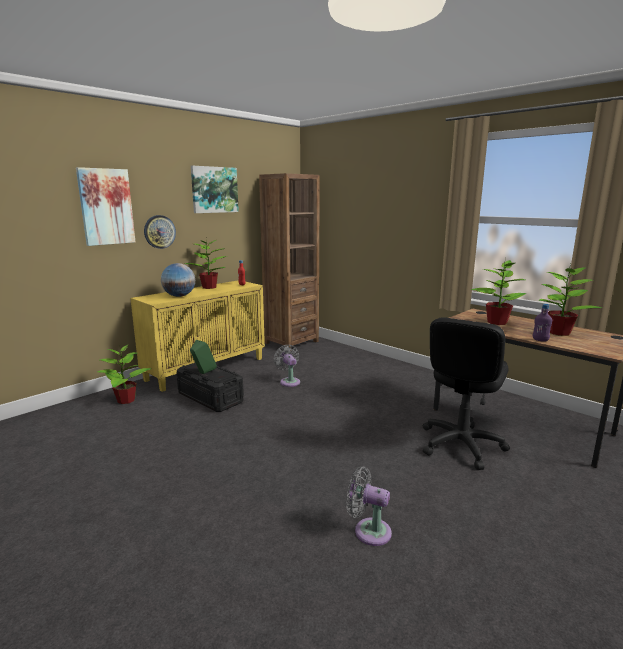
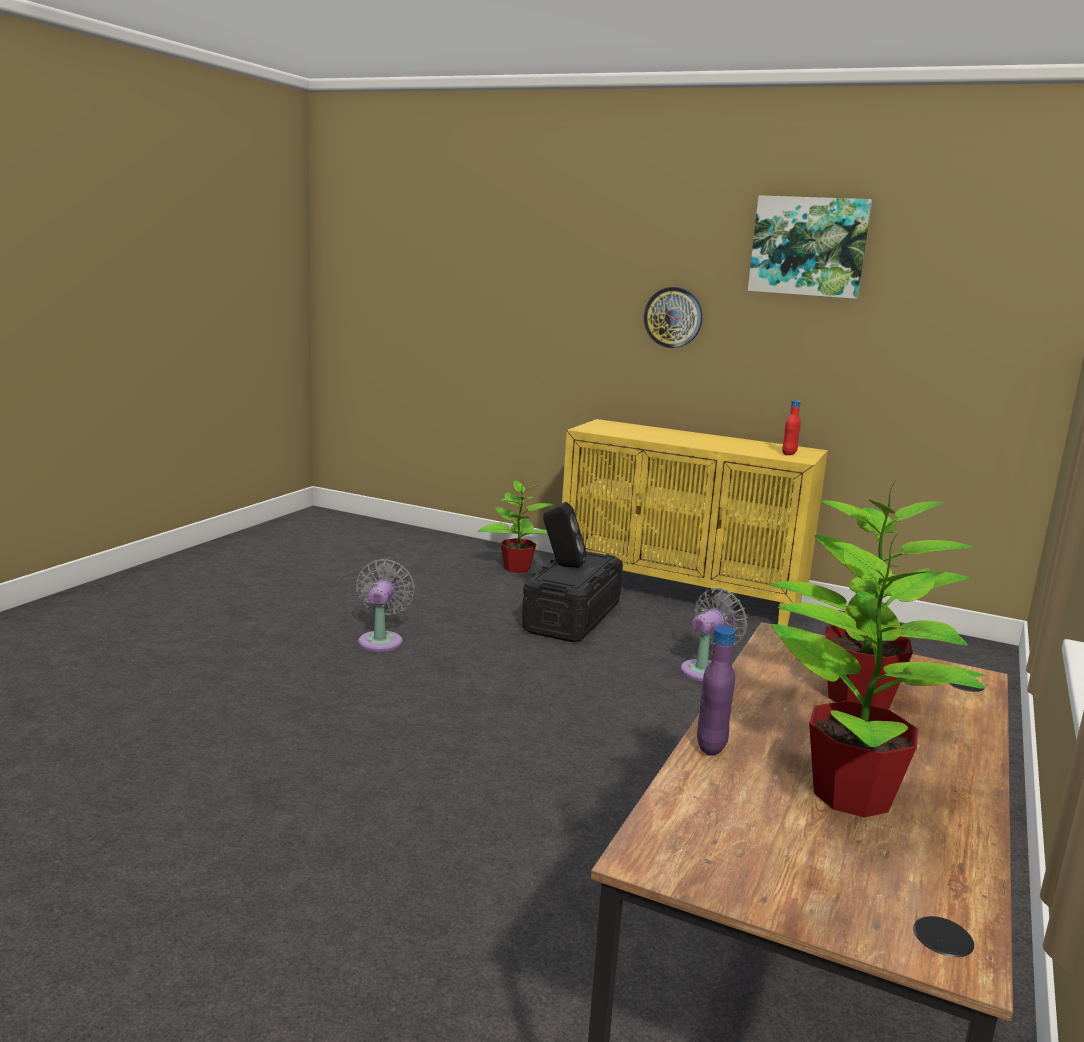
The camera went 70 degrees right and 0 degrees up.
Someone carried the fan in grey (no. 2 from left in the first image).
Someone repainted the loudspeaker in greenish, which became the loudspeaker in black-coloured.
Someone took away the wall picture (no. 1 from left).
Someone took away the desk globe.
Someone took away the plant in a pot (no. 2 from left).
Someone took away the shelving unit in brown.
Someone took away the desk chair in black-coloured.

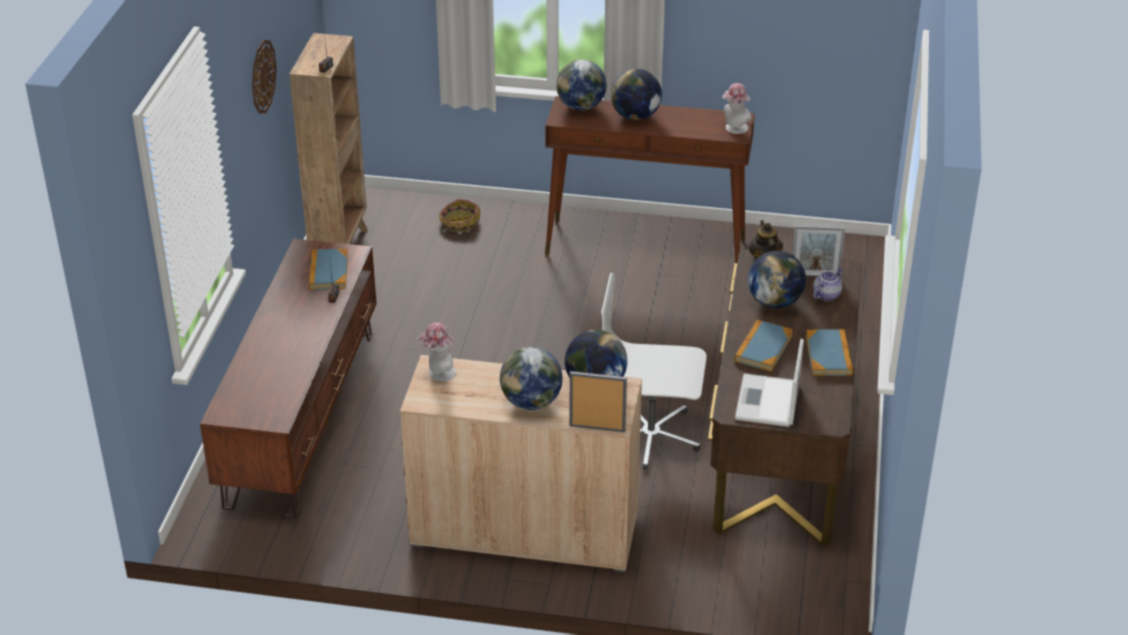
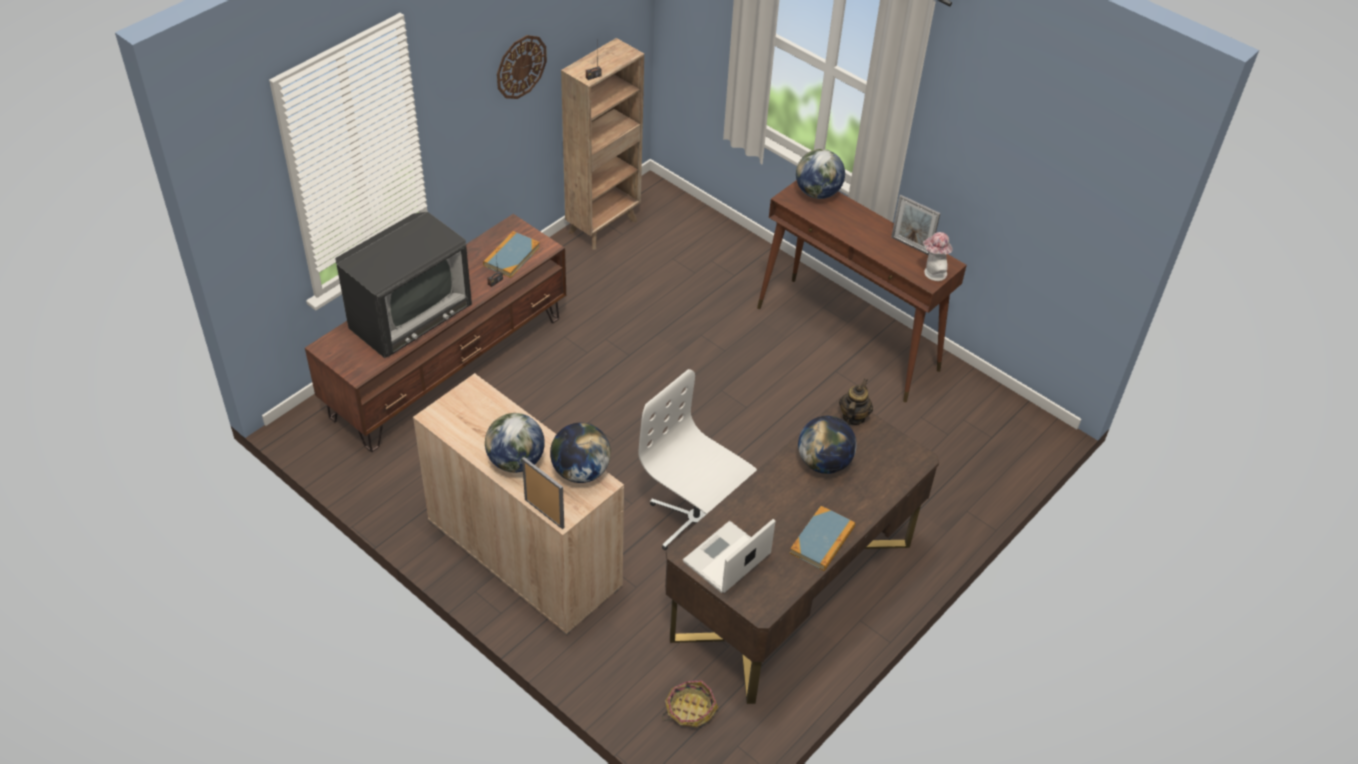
The camera went 30 degrees right and 10 degrees up.
Someone put down the television.
Someone carried the storage basket.
Someone carried the picture frame (no. 2 from left).
Someone took away the wearable hat (no. 1 from left).
Someone took away the desk globe (no. 4 from left).
Someone took away the bound book (no. 2 from left).
Someone took away the teapot (no. 2 from left).

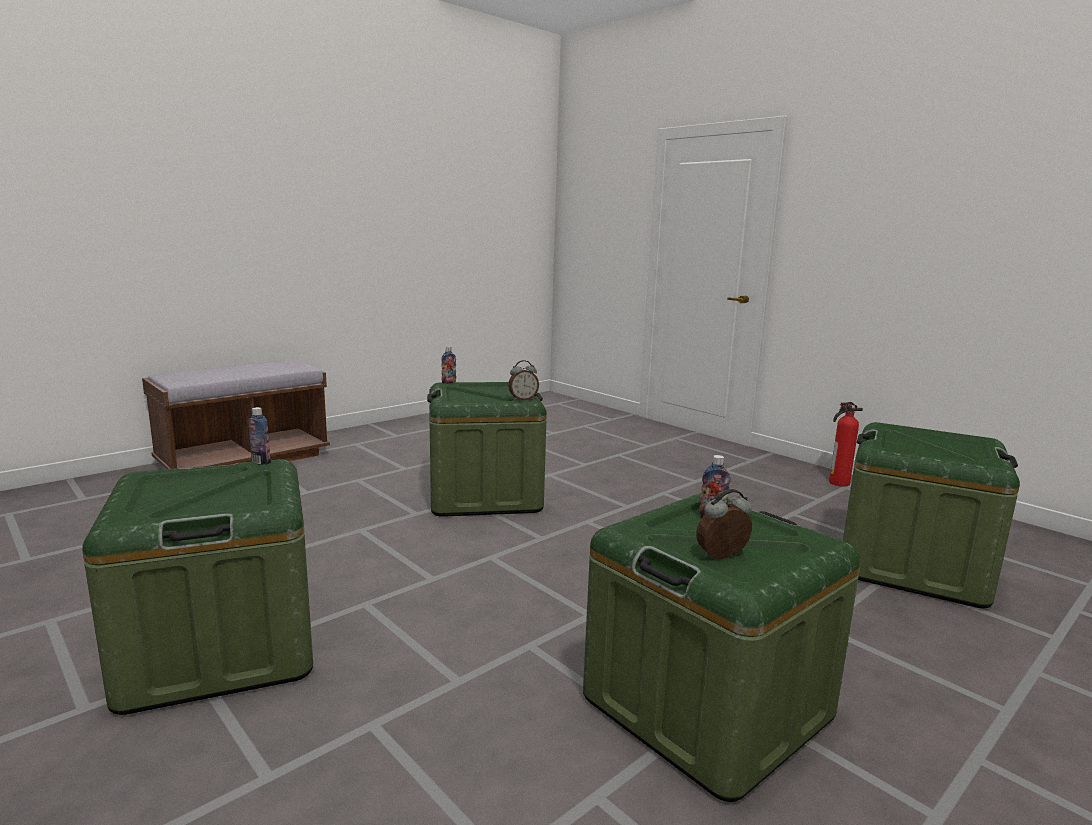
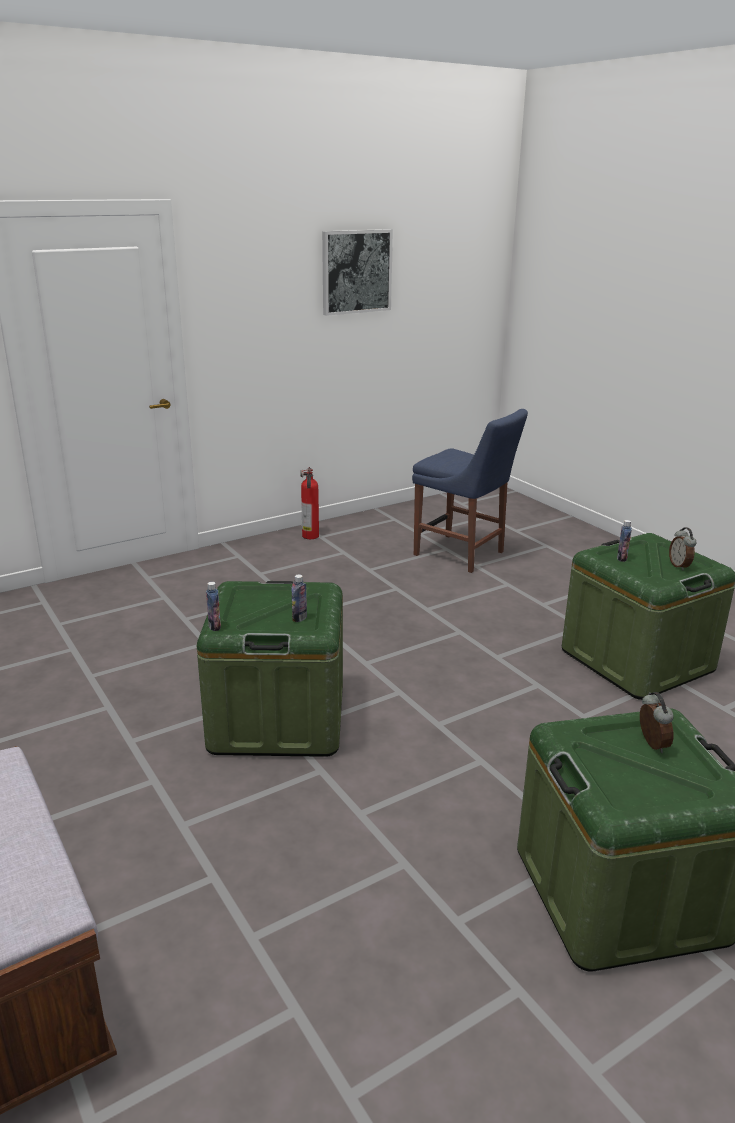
The camera went 80 degrees left and 10 degrees up.
Someone carried the beverage bottle (no. 1 from left in the first image).
Someone put up the wall picture.
Someone swapped the storage box in greenish (no. 4 from left) for the upright chair in bluish.
Someone carried the table clock (no. 1 from left).

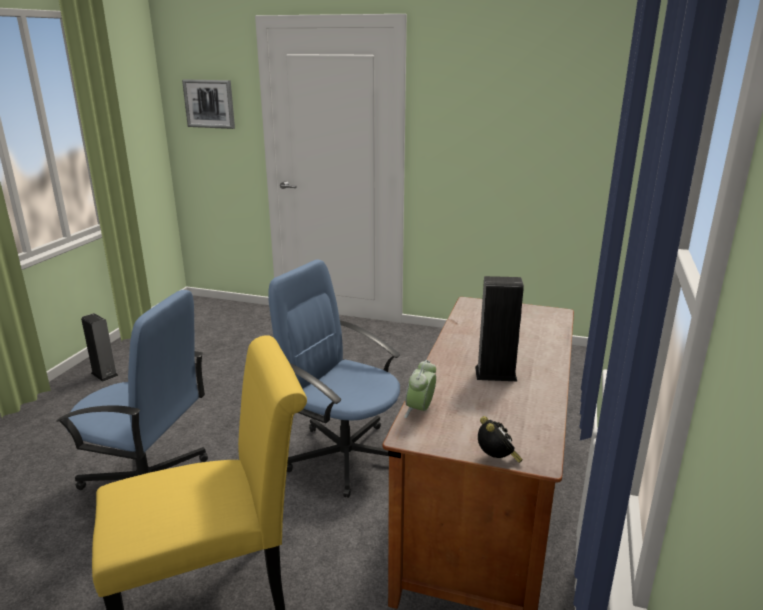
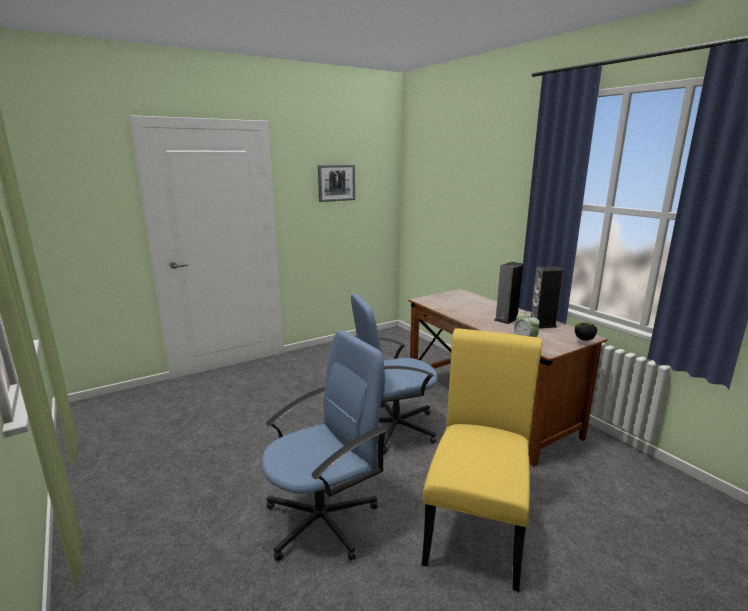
The camera went 50 degrees left and 5 degrees down.
Someone carried the wall picture.
Someone carried the loudspeaker (no. 1 from left in the first image).

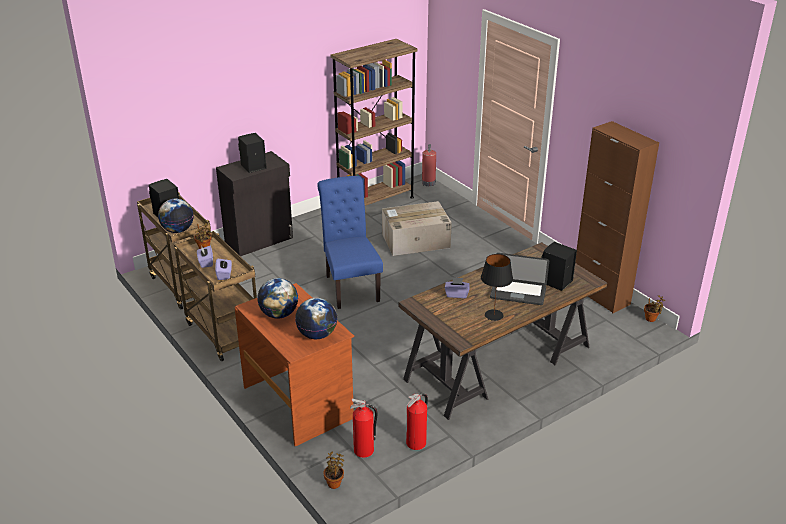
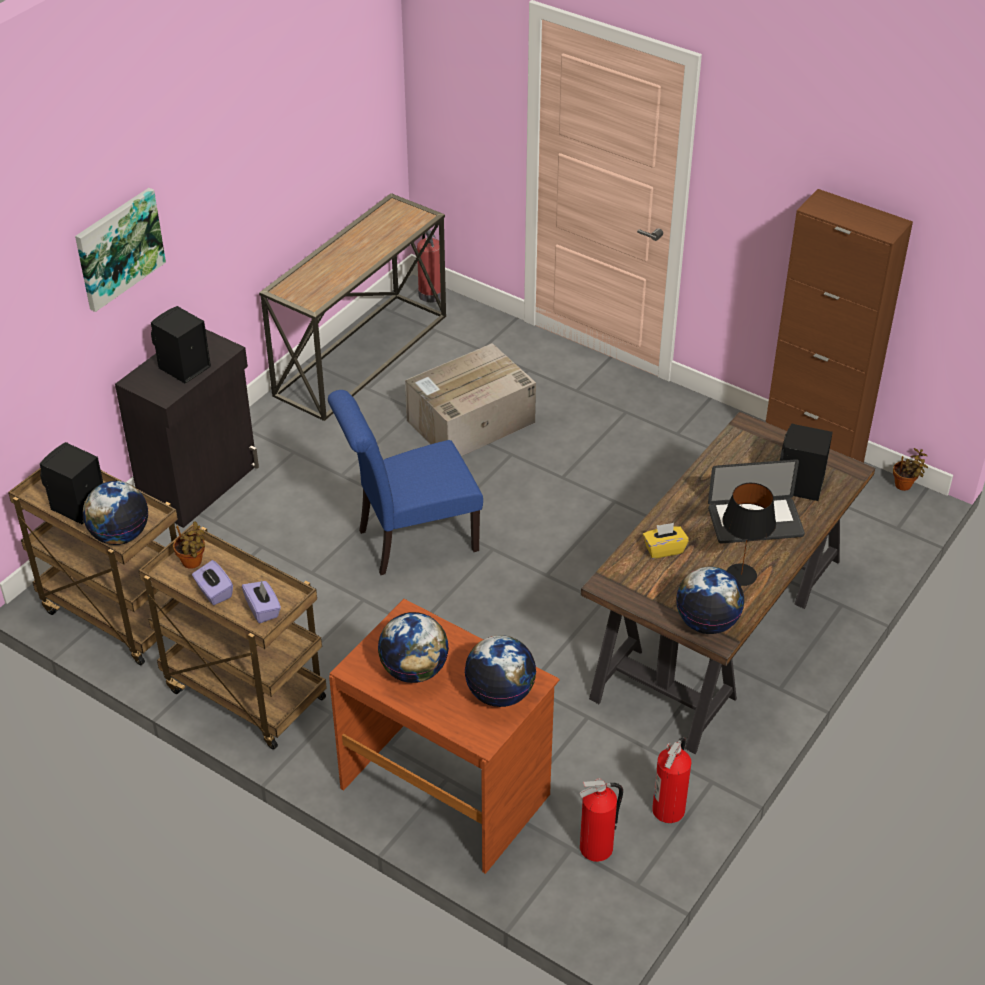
The camera went 20 degrees left and 10 degrees up.
Someone put up the wall picture.
Someone swapped the shelving unit in brown for the console table.
Someone rotated the upright chair in bluish by 75 degrees counterclockwise.
Someone repainted the tissue box in purple (no. 3 from left), which became the tissue box in yellowish.
Someone put down the desk globe (no. 4 from left).
Someone took away the plant in a pot (no. 2 from left).

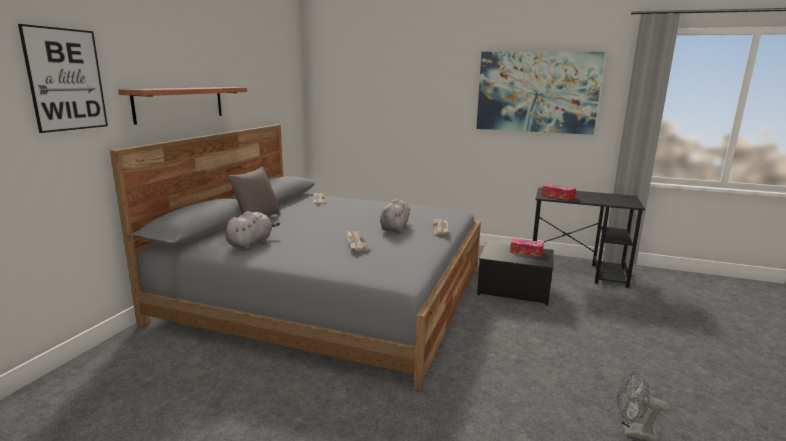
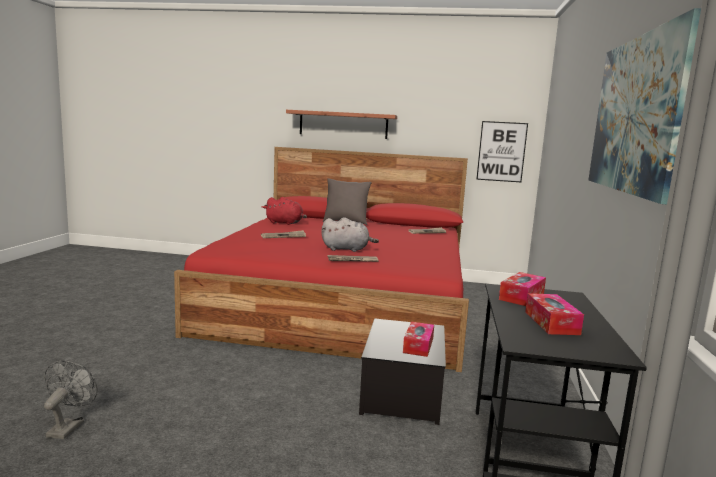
The camera went 80 degrees right and 5 degrees down.
Someone repainted the sleeping bed in grey, which became the sleeping bed in red.
Someone repainted the plush toy in grey (no. 1 from left), which became the plush toy in red.
Someone carried the wall picture (no. 1 from left).
Someone put down the tissue box (no. 3 from left).

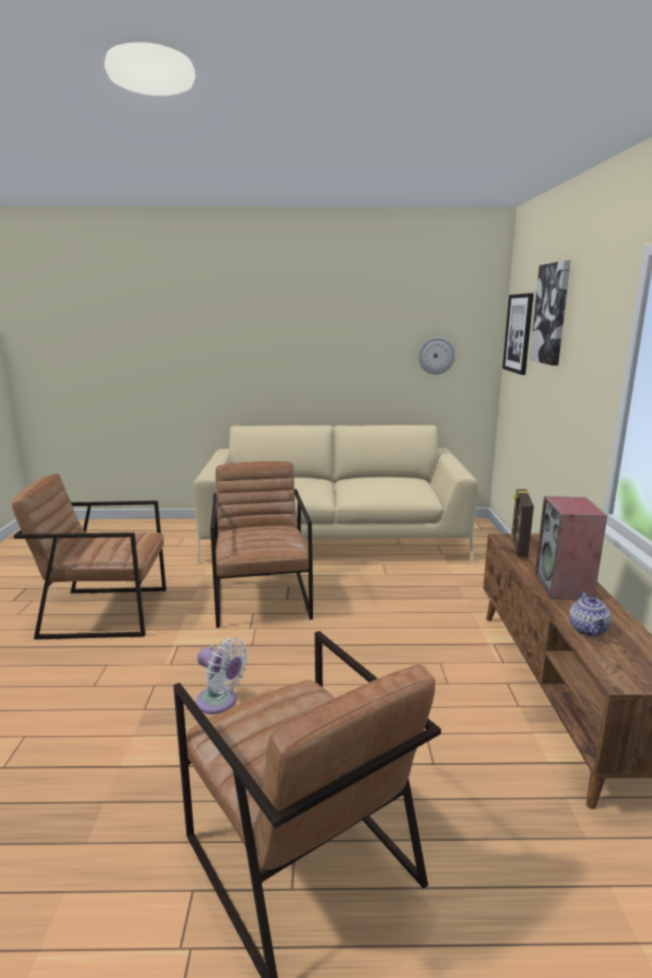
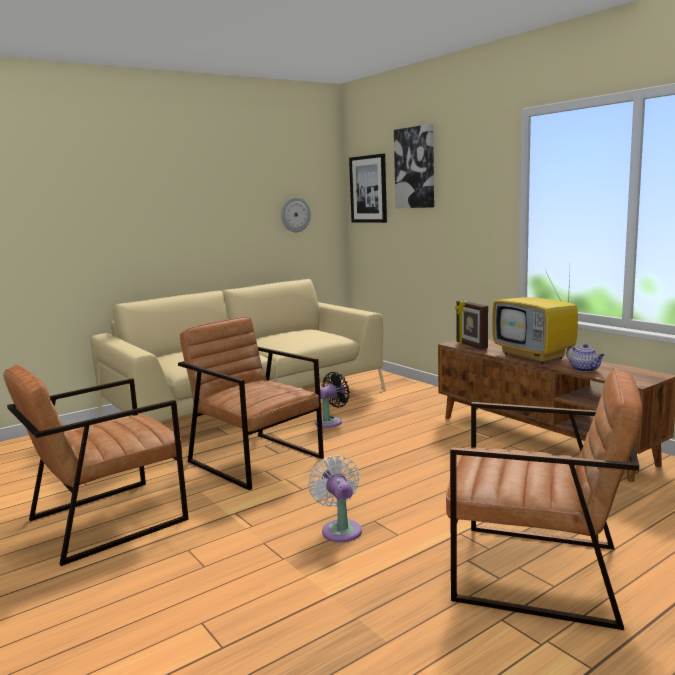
The camera went 35 degrees left and 5 degrees down.
Someone rotated the fan in white by 105 degrees counterclockwise.
Someone put down the fan in black-coloured.
Someone swapped the loudspeaker for the television.

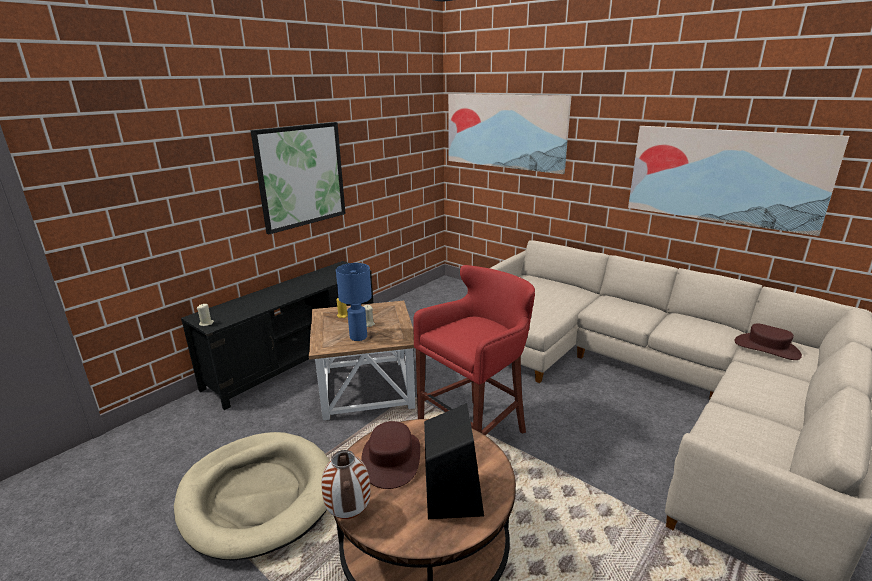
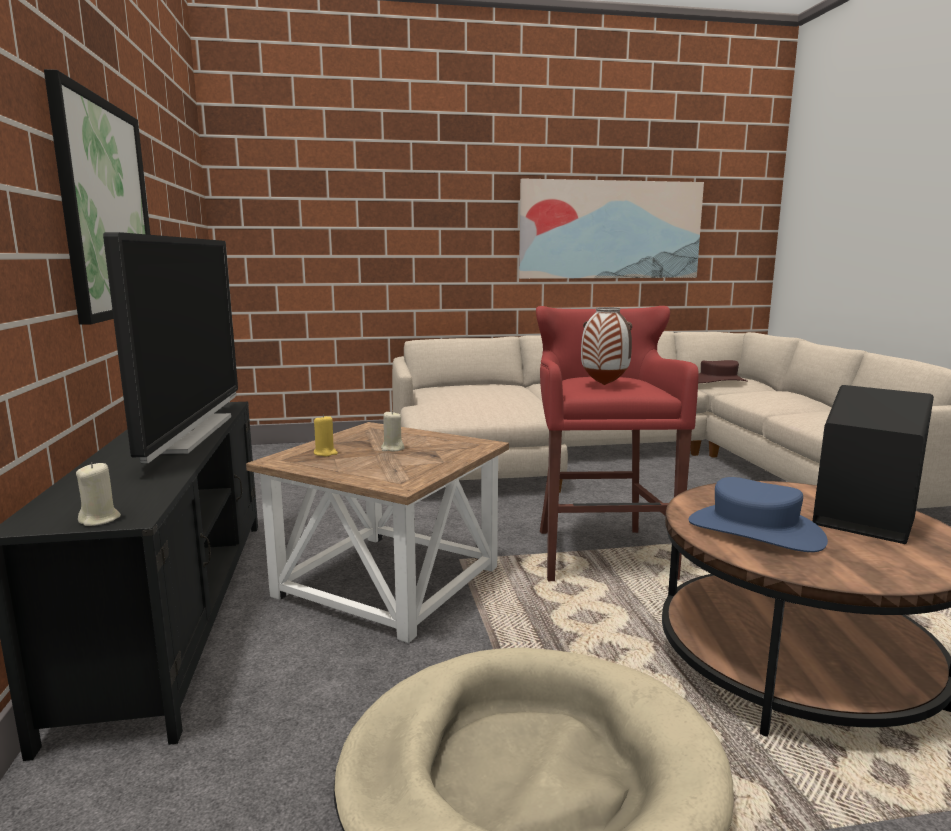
The camera went 50 degrees left and 10 degrees down.
Someone put down the television.
Someone carried the decorative vase.
Someone repainted the wearable hat in brown (no. 1 from left), which became the wearable hat in bluish.
Someone took away the tabletop lamp in bluish.
Someone took away the wall picture (no. 2 from left).

